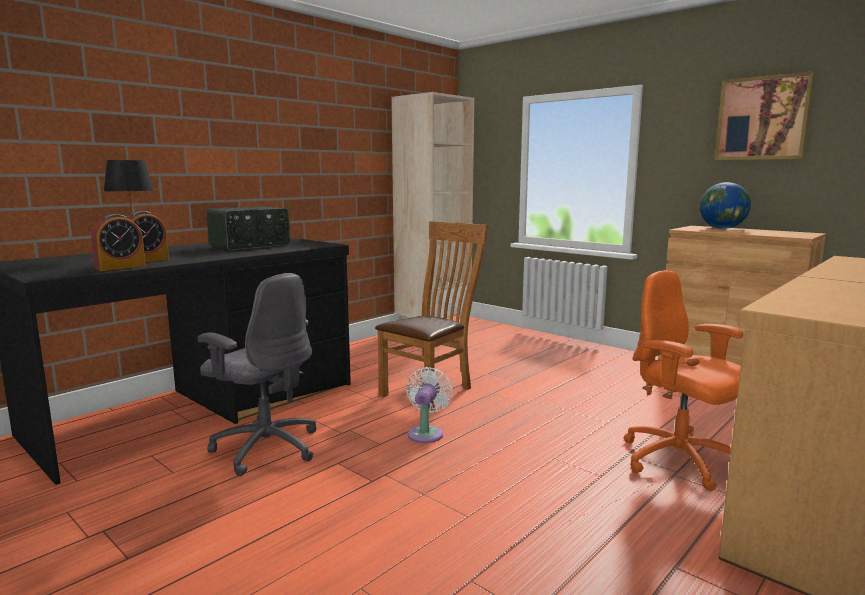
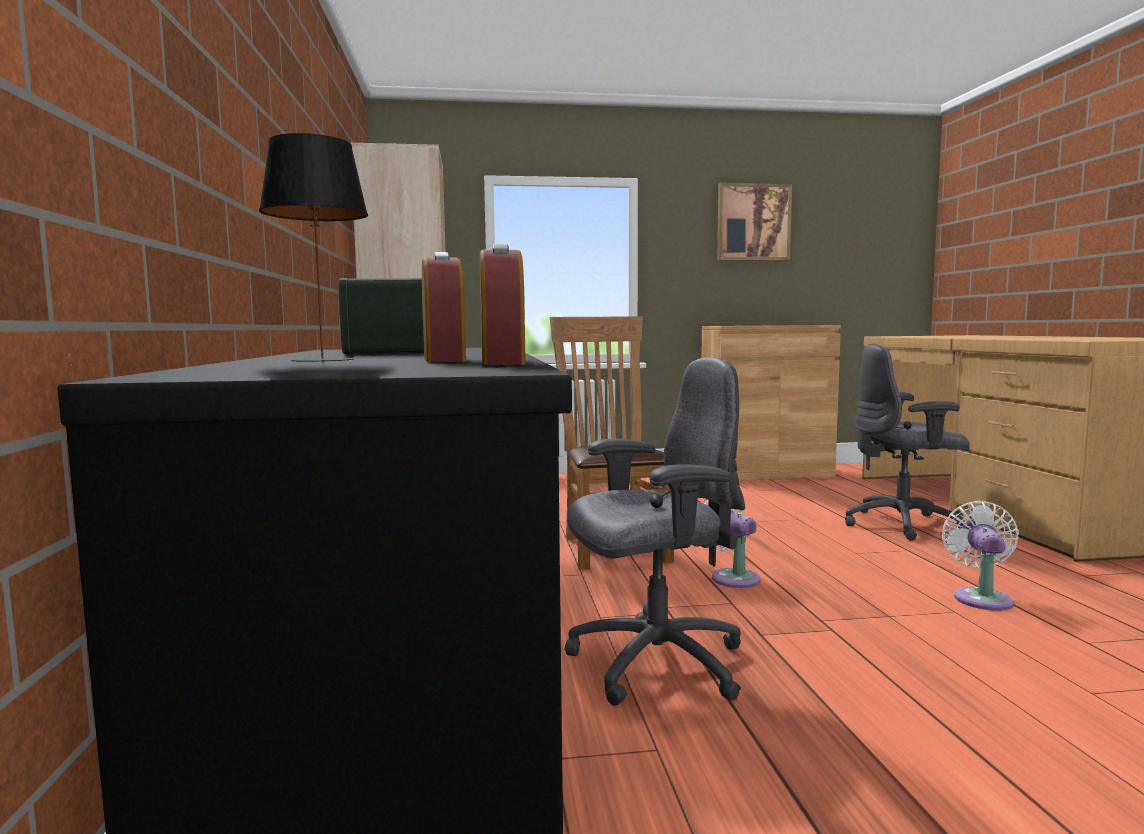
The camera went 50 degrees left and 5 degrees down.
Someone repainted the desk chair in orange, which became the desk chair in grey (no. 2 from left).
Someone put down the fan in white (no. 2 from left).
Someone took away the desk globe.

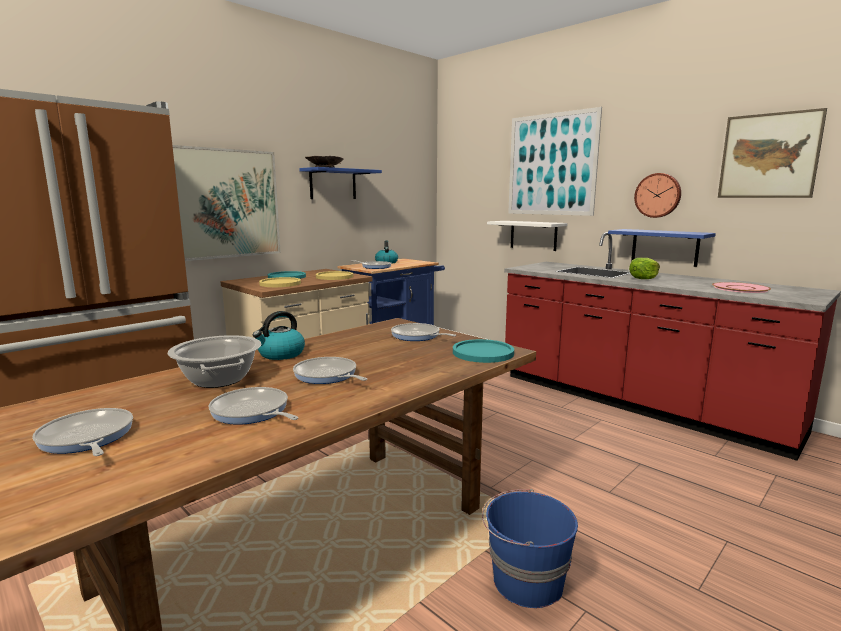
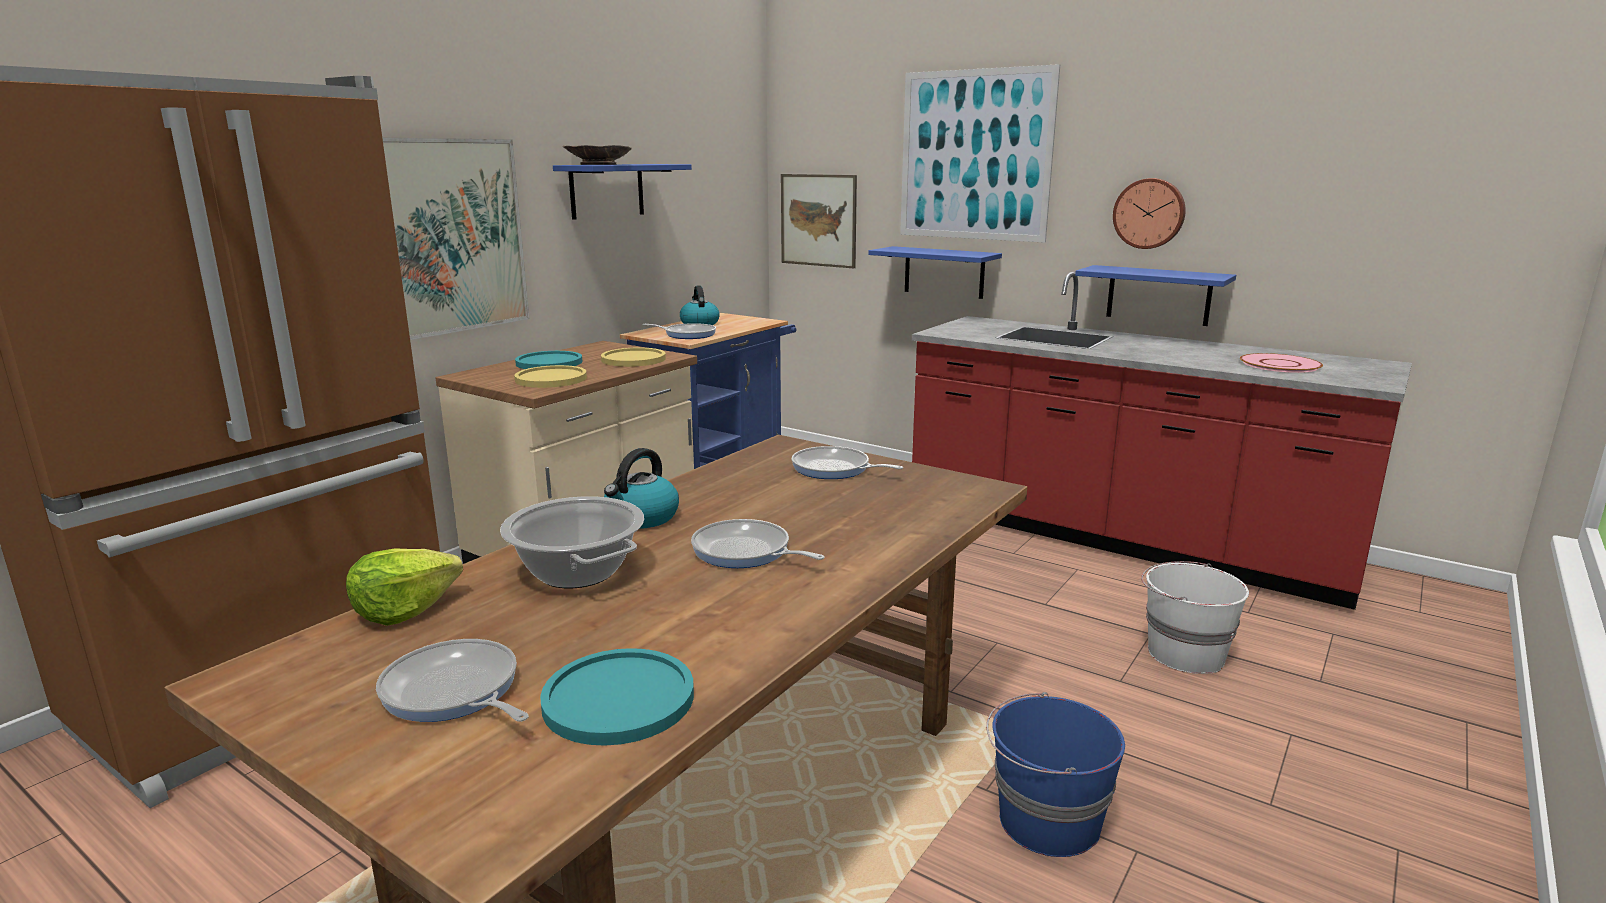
The camera went 10 degrees left and 5 degrees up.
Someone carried the lettuce head.
Someone carried the dinner plate in turquoise (no. 2 from left).
Someone carried the wall picture (no. 3 from left in the first image).
Someone repainted the shelf in white, which became the shelf in bluish (no. 2 from left).
Someone put down the pail in white.
Someone took away the frying pan (no. 2 from left).

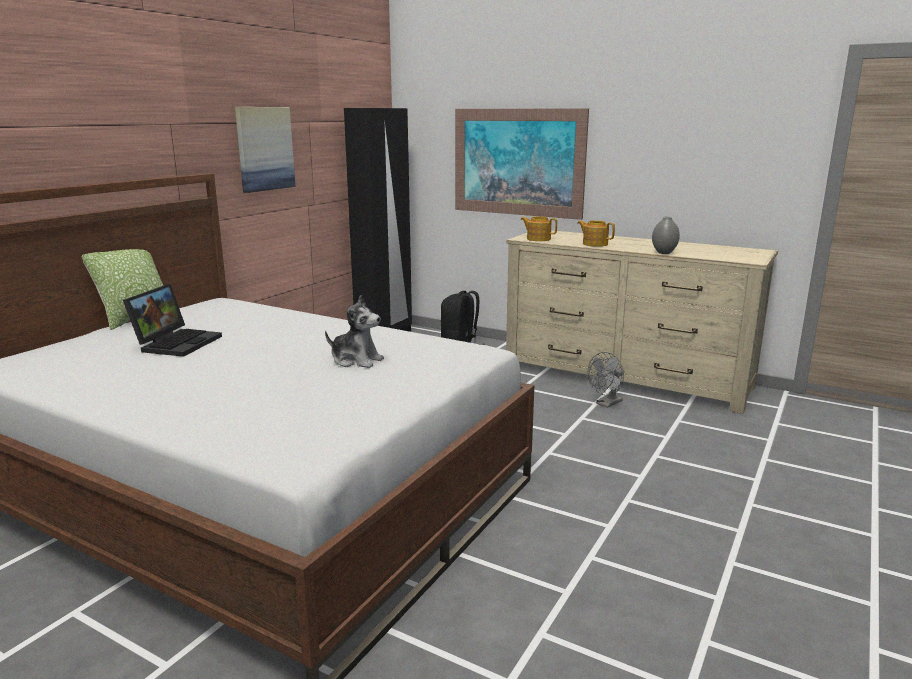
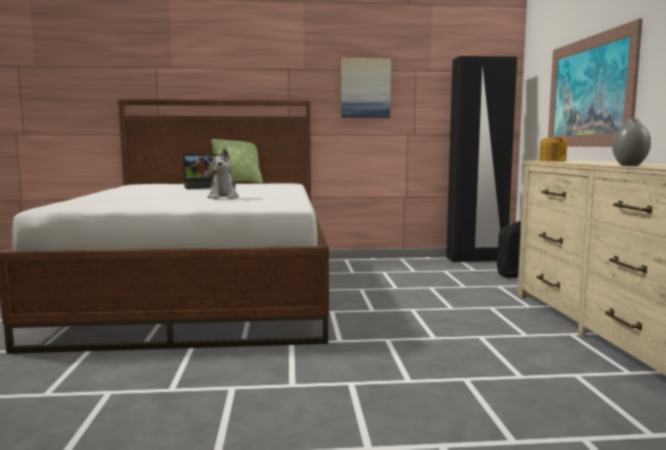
The camera went 55 degrees right and 10 degrees down.
Someone took away the teapot (no. 2 from left).
Someone took away the fan in grey.

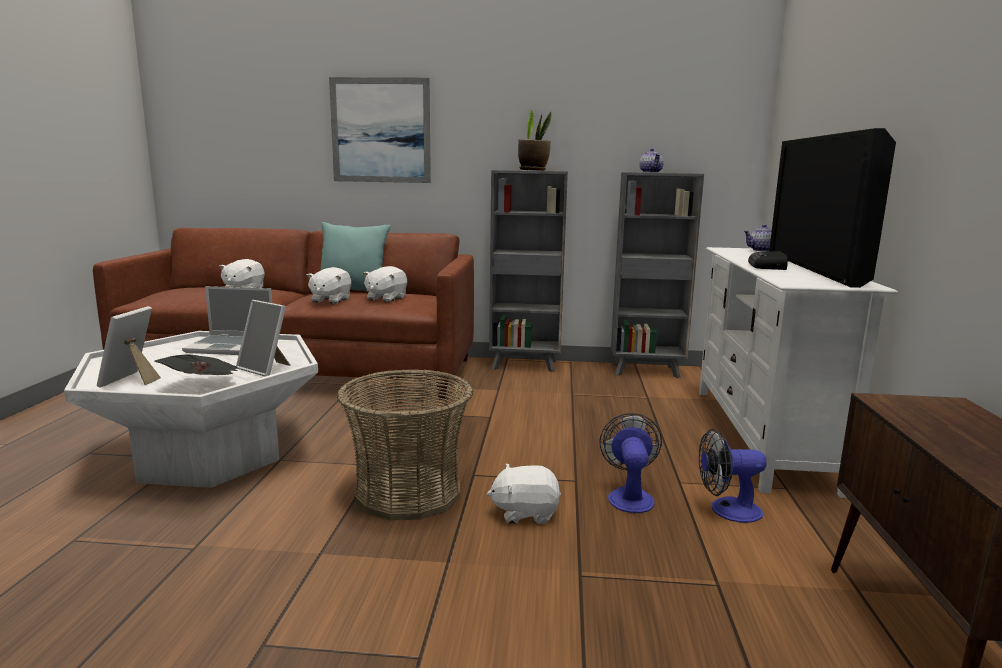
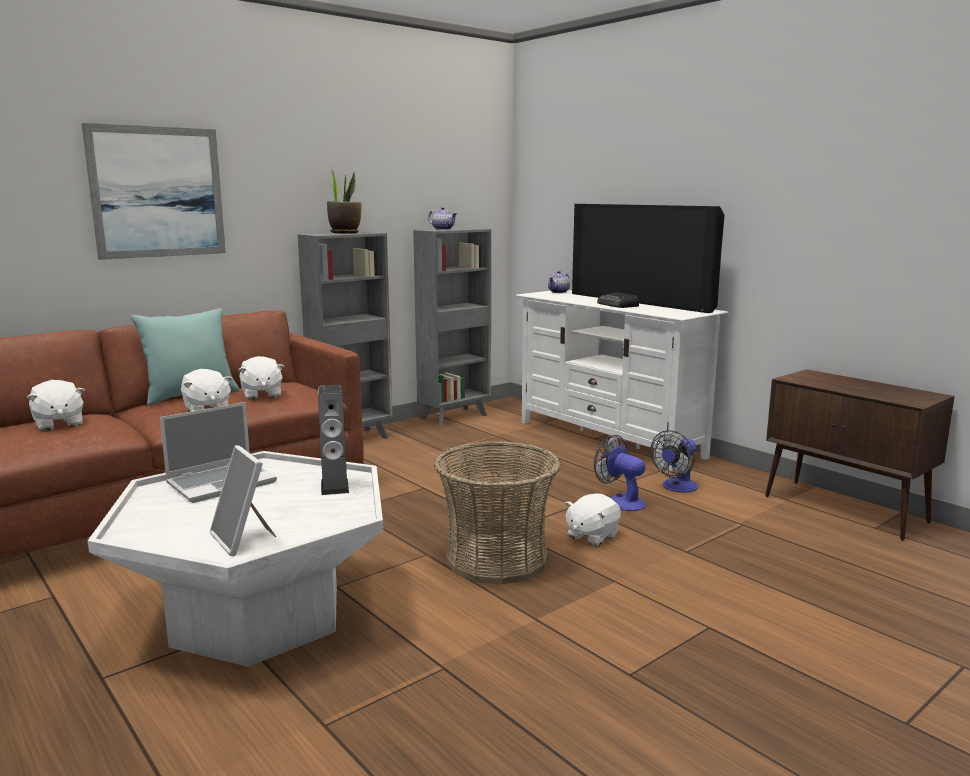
The camera went 45 degrees left and 0 degrees up.
Someone swapped the picture frame (no. 2 from left) for the loudspeaker.
Someone took away the newspaper.

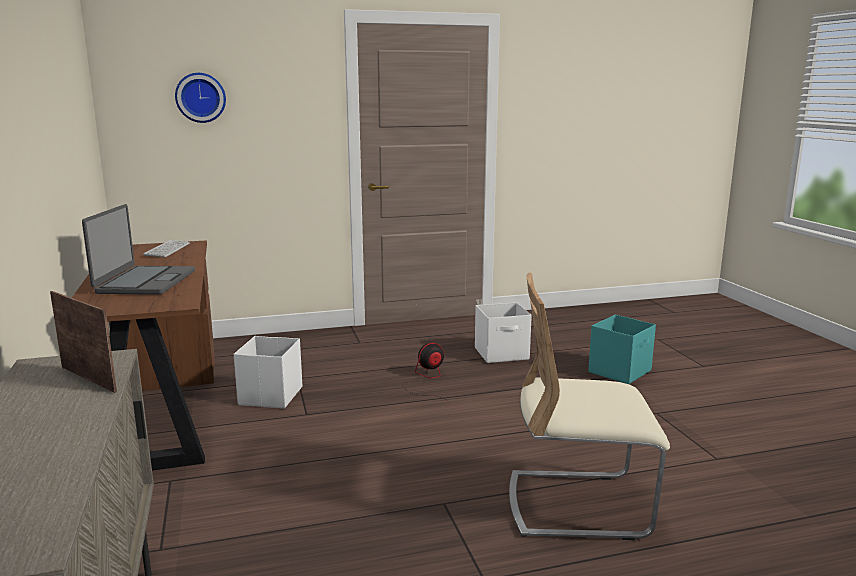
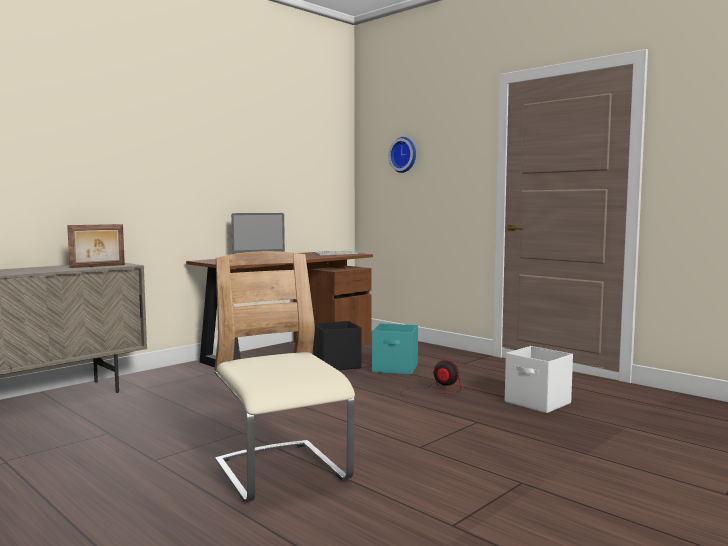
The camera went 60 degrees right and 10 degrees down.
Someone rotated the picture frame by 45 degrees clockwise.
Someone repainted the storage box in white (no. 1 from left), which became the storage box in black-coloured.
Someone carried the storage box in turquoise.

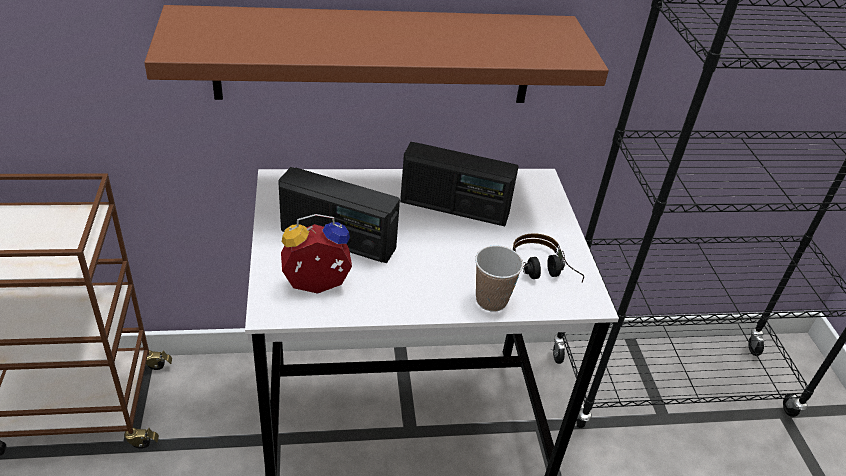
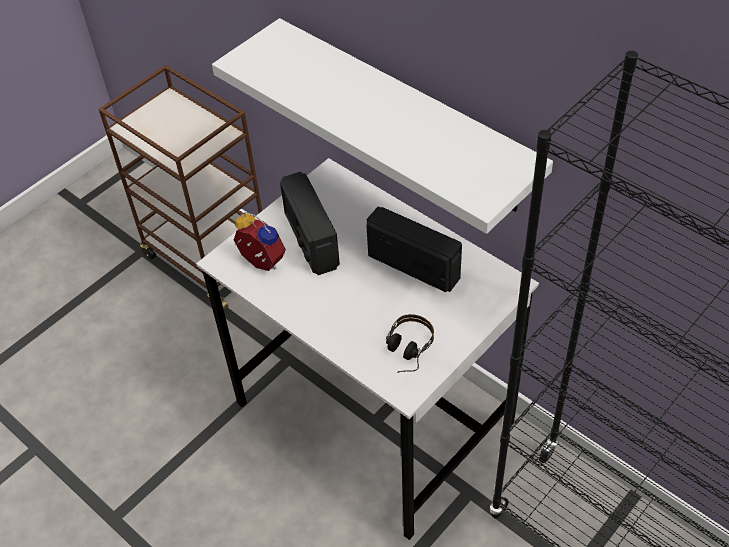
The camera went 55 degrees right and 10 degrees up.
Someone repainted the shelf in brown, which became the shelf in white.
Someone rotated the radio (no. 2 from left) by 150 degrees clockwise.
Someone took away the cup.

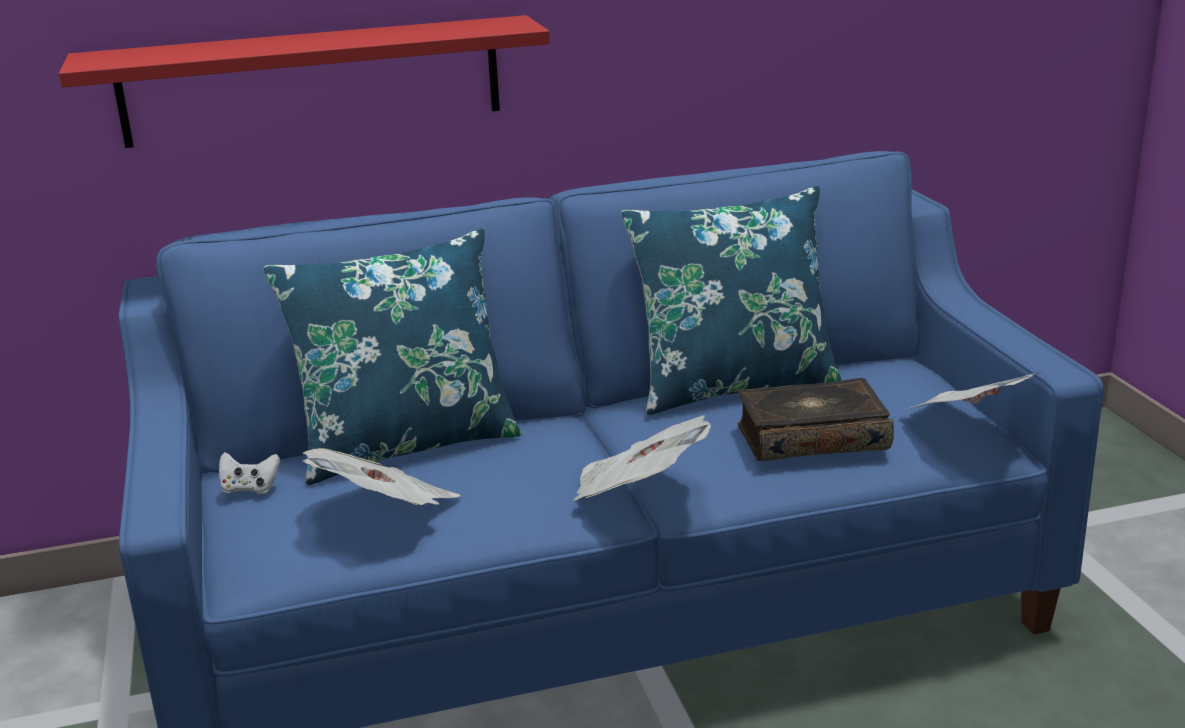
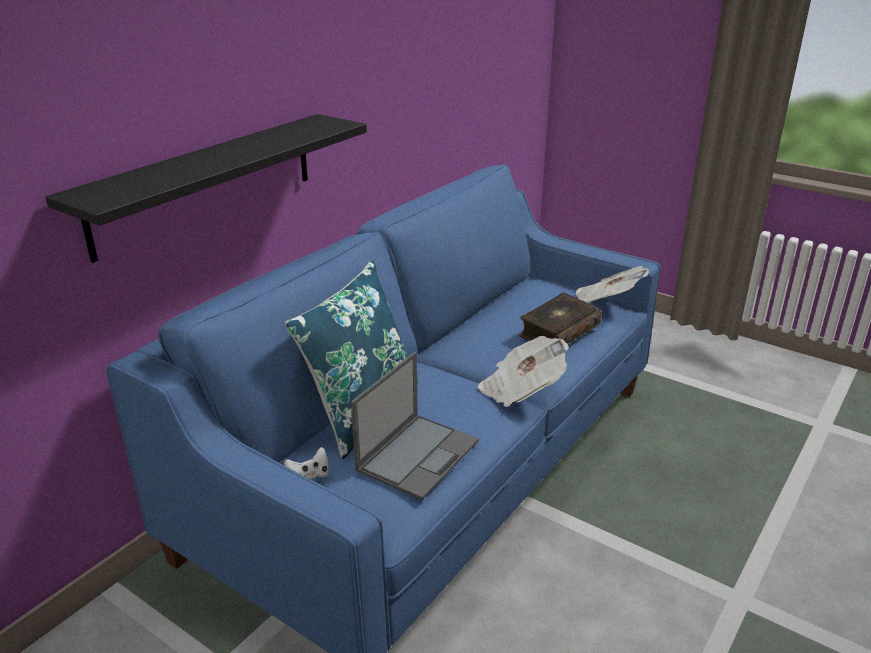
The camera went 40 degrees left and 5 degrees up.
Someone repainted the shelf in red, which became the shelf in black-coloured.
Someone swapped the newspaper (no. 1 from left) for the portable computer.
Someone took away the pillow in bluish (no. 2 from left).

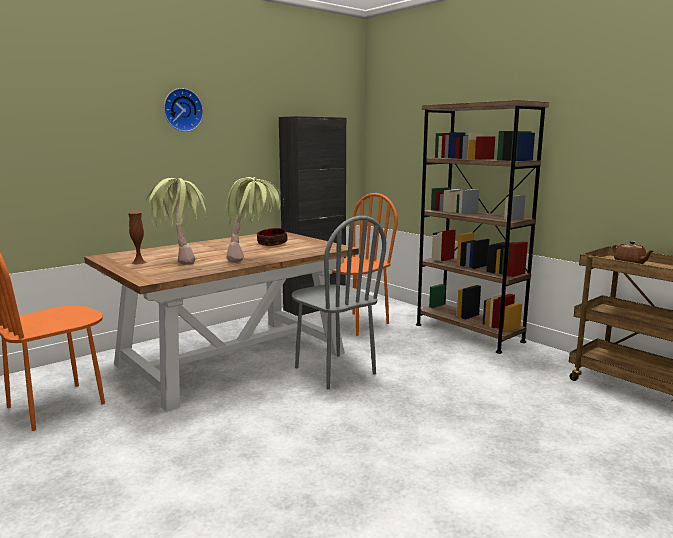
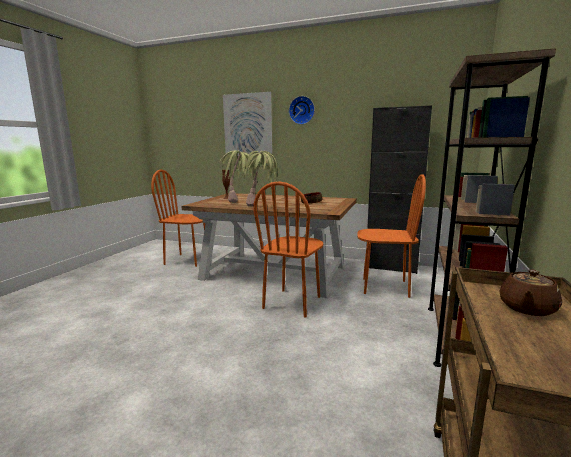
The camera went 60 degrees right and 0 degrees up.
Someone put up the wall picture.
Someone repainted the upright chair in grey, which became the upright chair in orange (no. 2 from left).

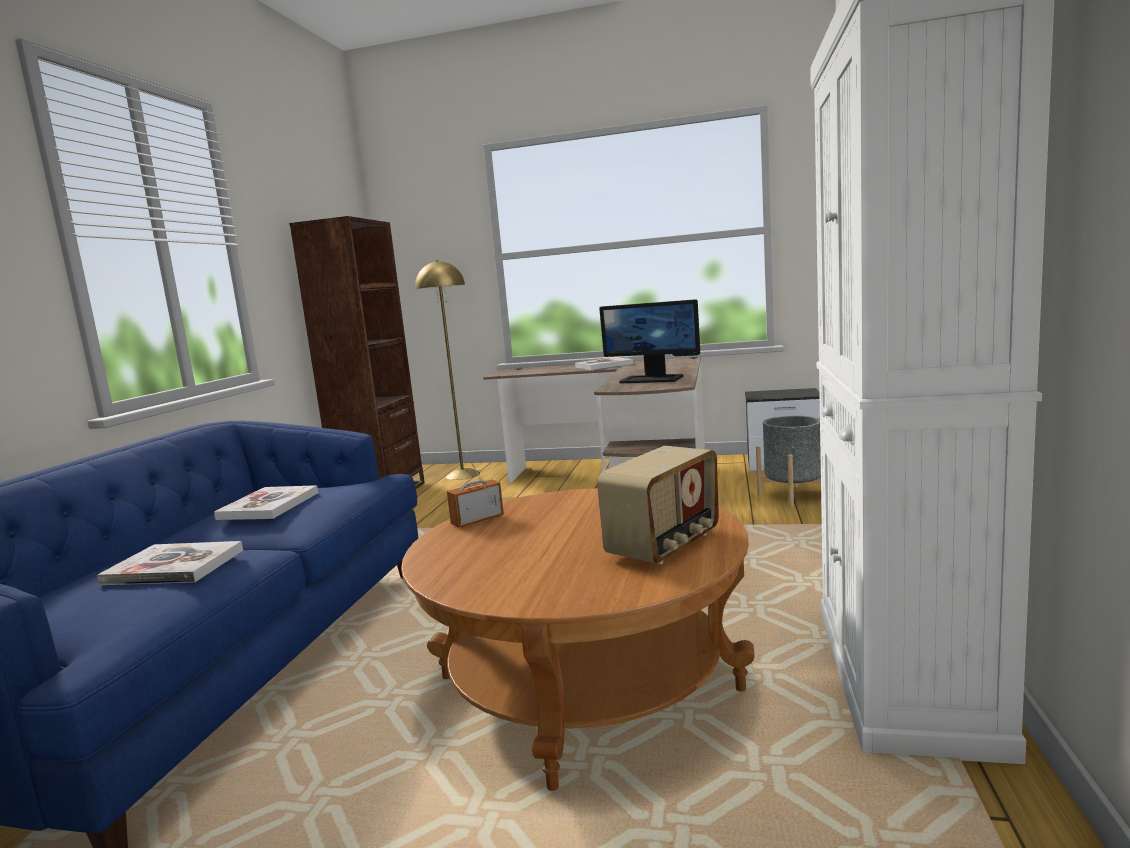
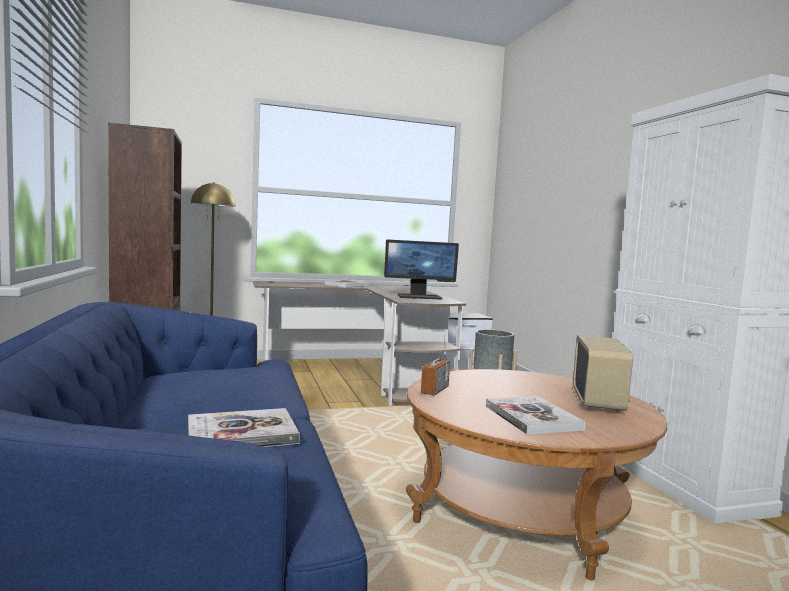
The camera went 30 degrees left and 5 degrees down.
Someone carried the bound book (no. 2 from left in the first image).

